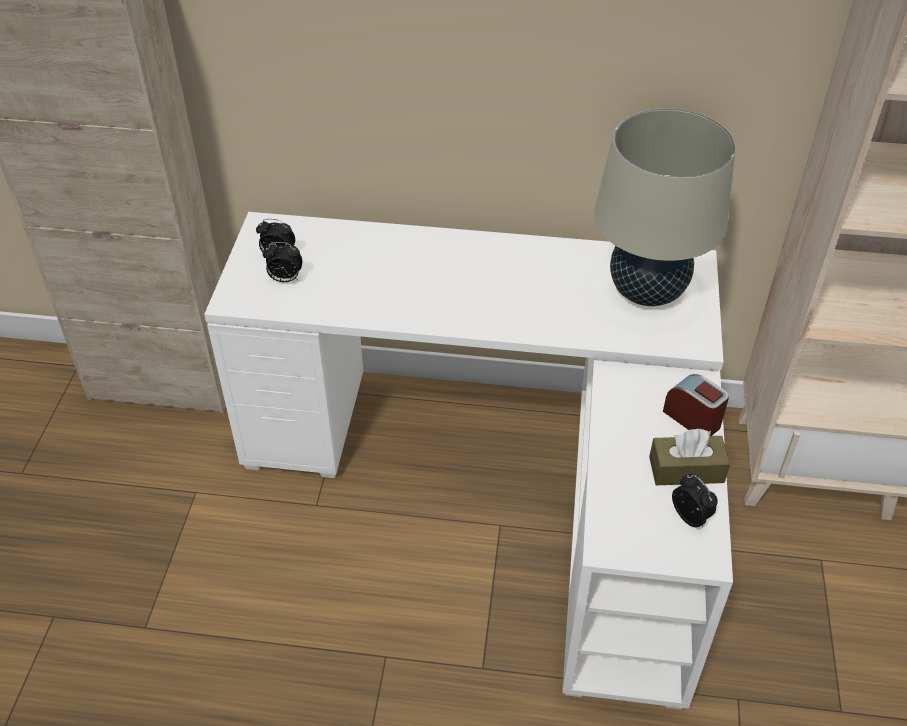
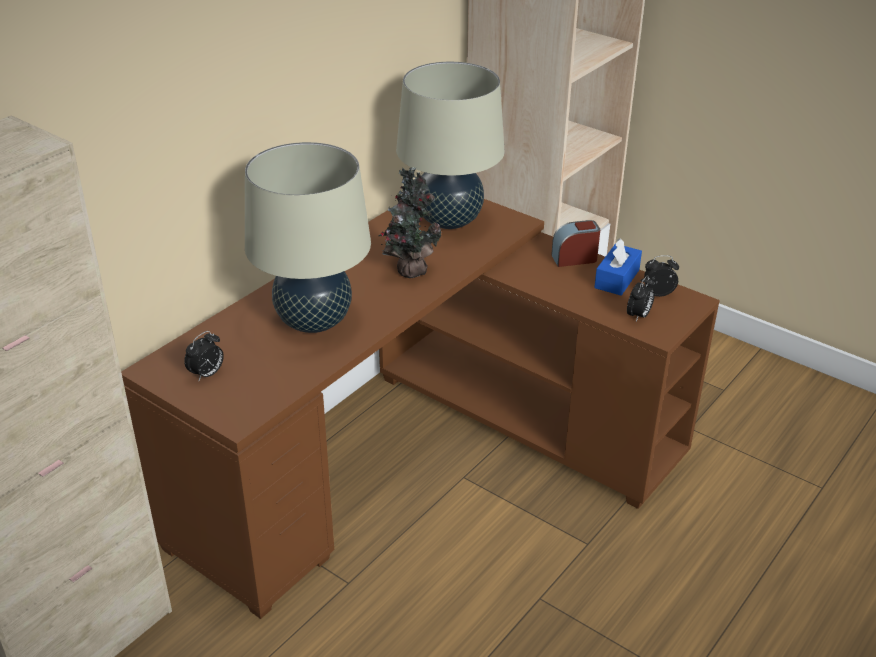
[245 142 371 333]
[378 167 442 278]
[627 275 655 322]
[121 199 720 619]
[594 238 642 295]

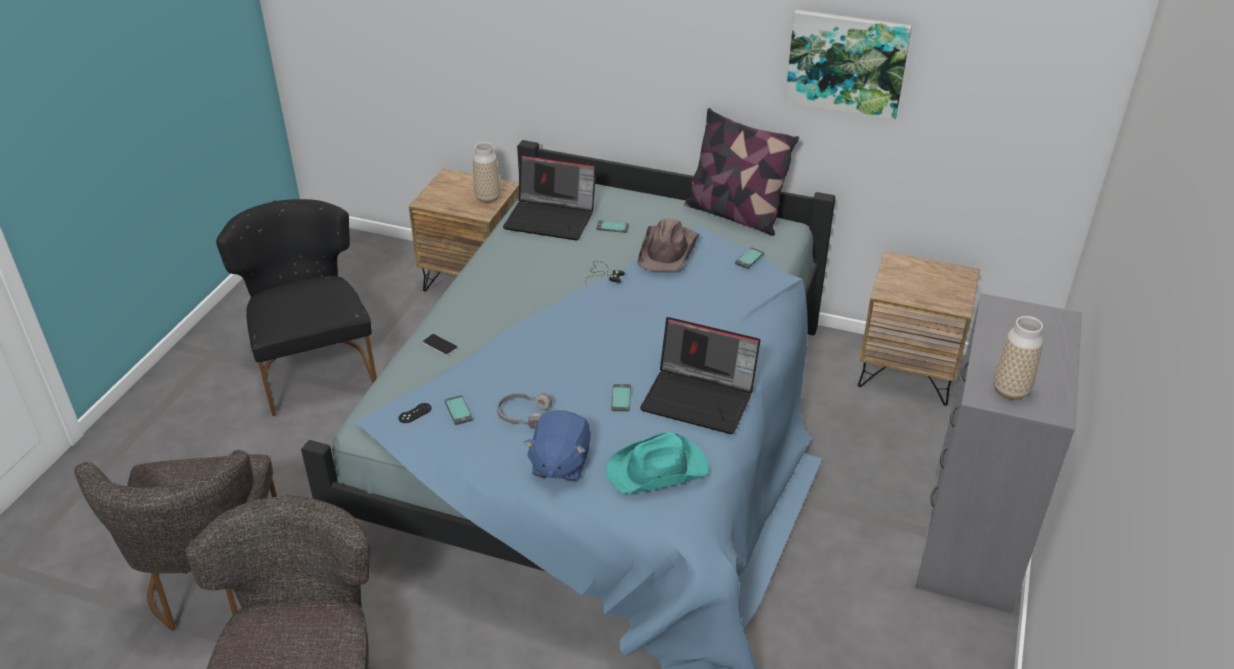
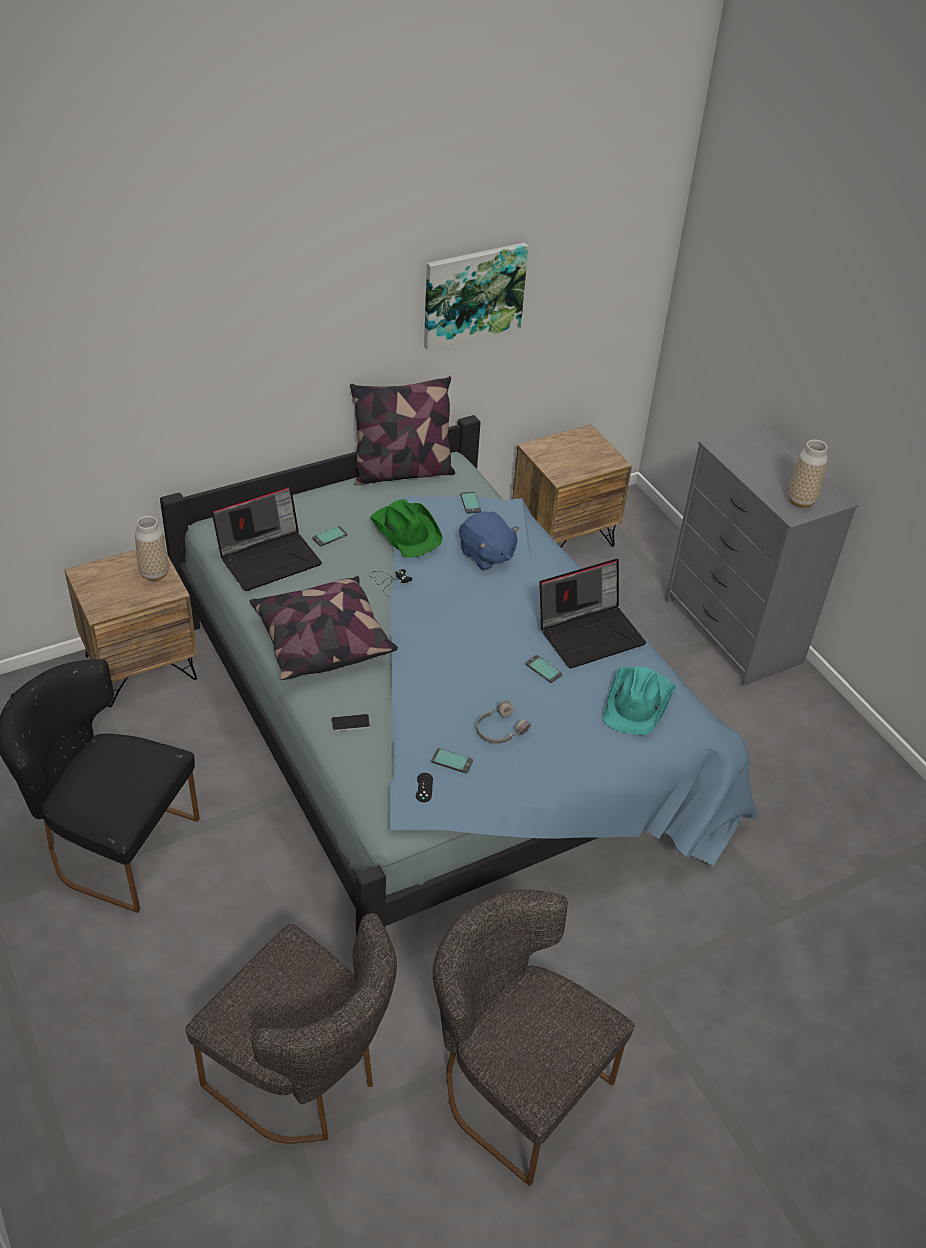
[249 576 398 680]
[459 512 520 570]
[370 499 443 558]

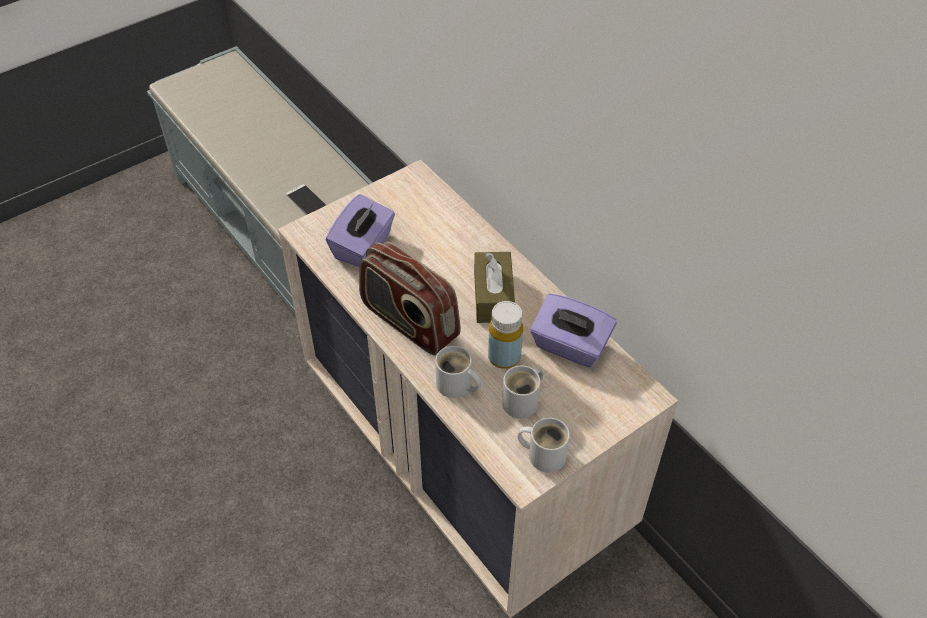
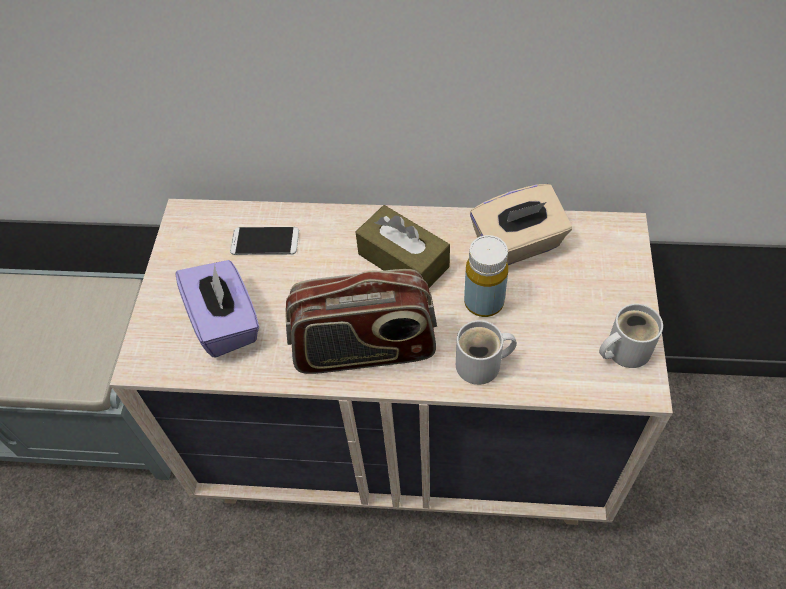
[502 366 543 419] (first image)
[230 227 299 255]
[470 184 572 265]

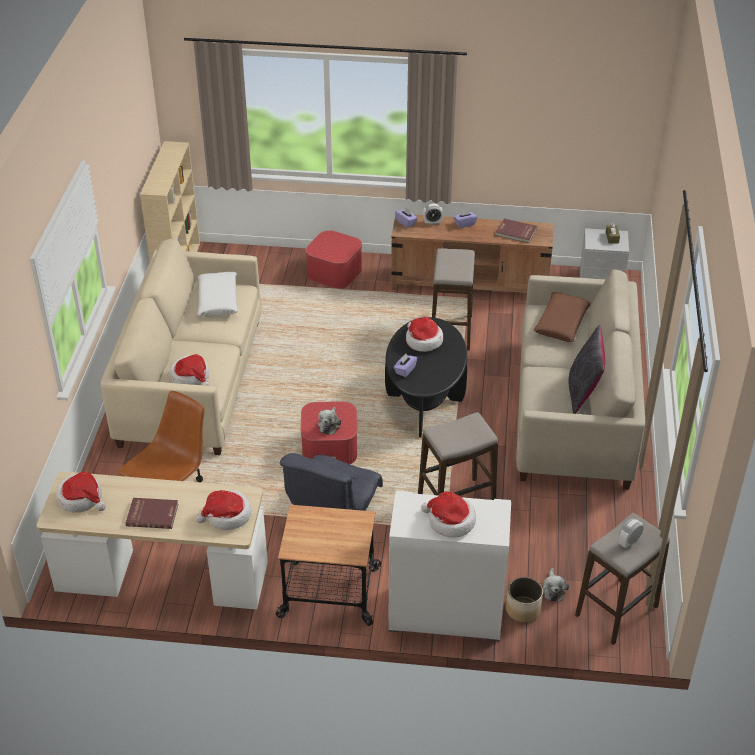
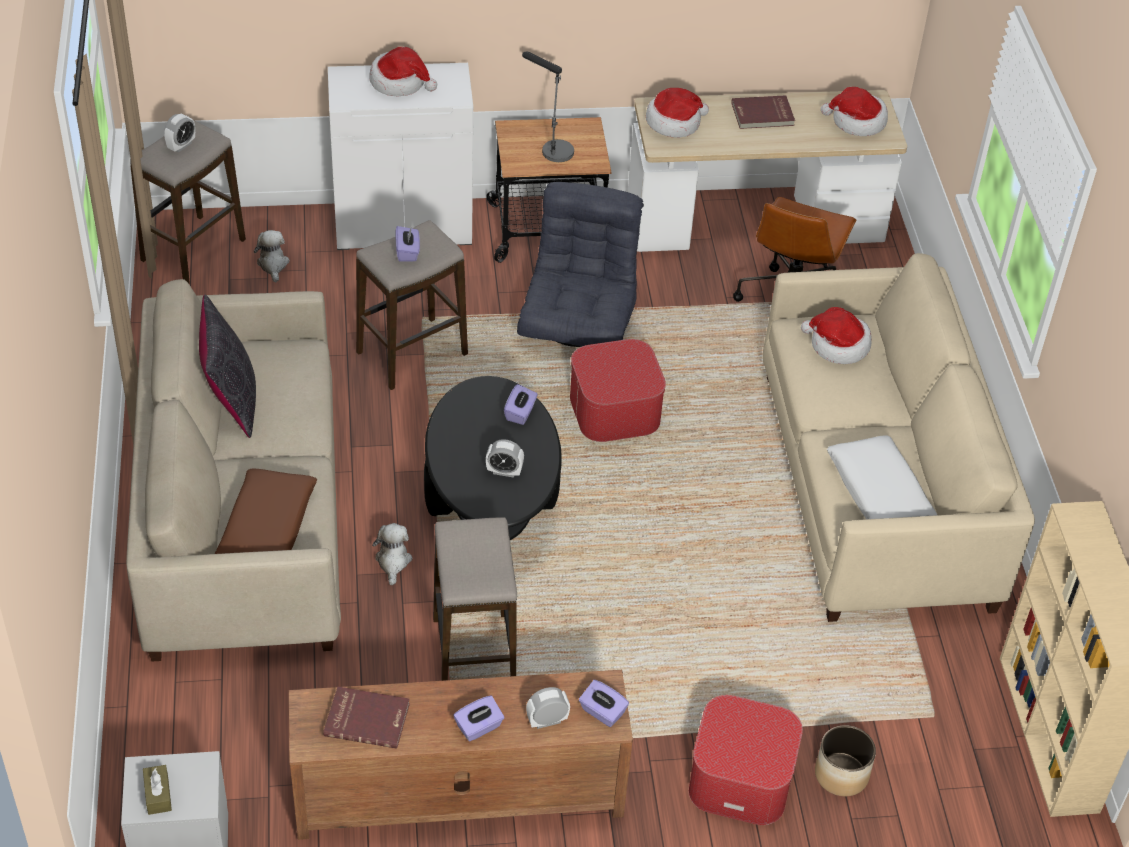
[396 226 420 262]
[522 52 574 162]
[372 523 412 586]
[815 725 876 796]
[486 439 524 478]

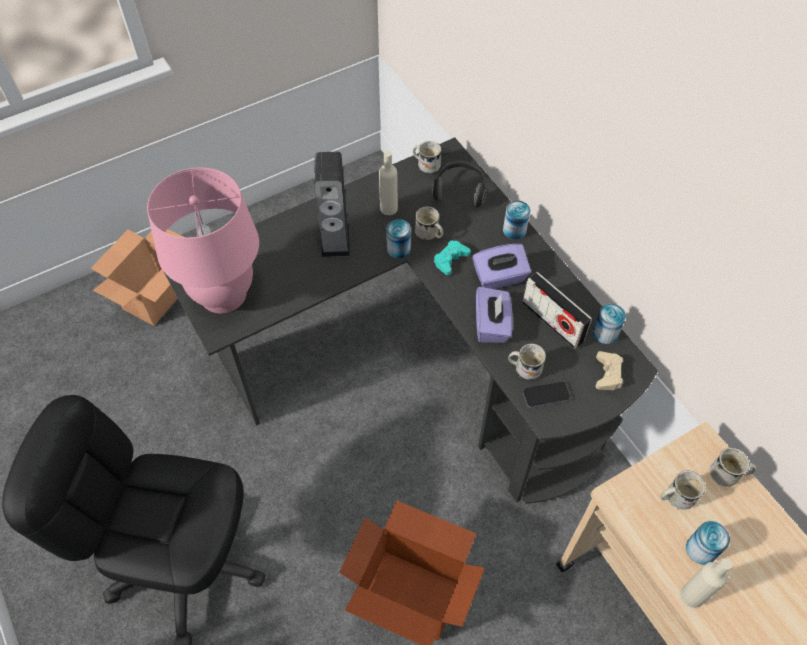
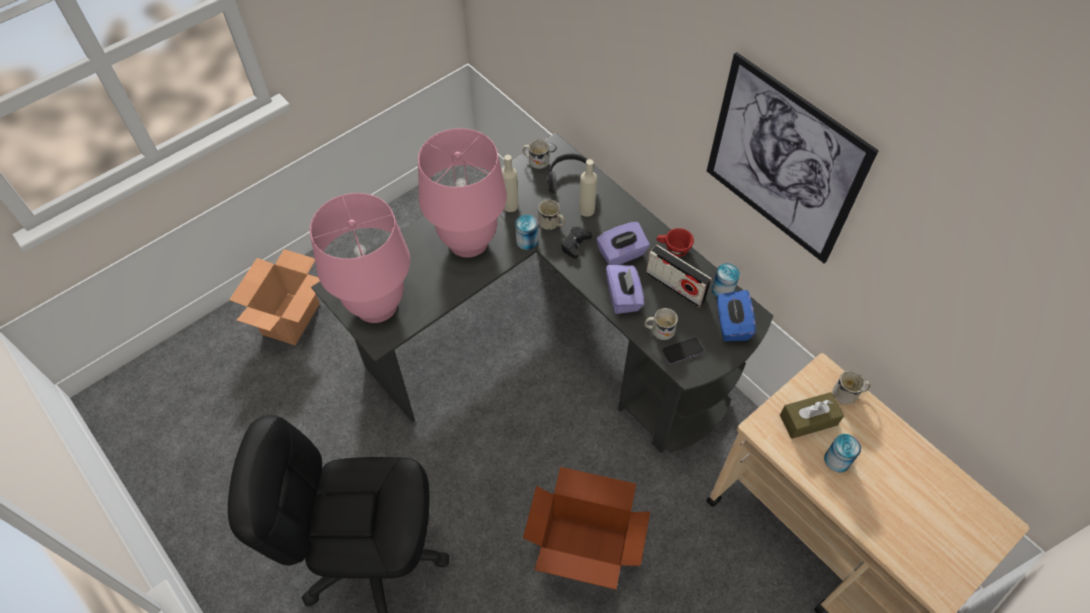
[503 201 530 240] (first image)
[657 228 694 257]
[707 52 879 264]
[579 159 597 217]
[418 128 507 257]
[717 290 756 341]
[780 392 844 439]
[561 227 592 259]

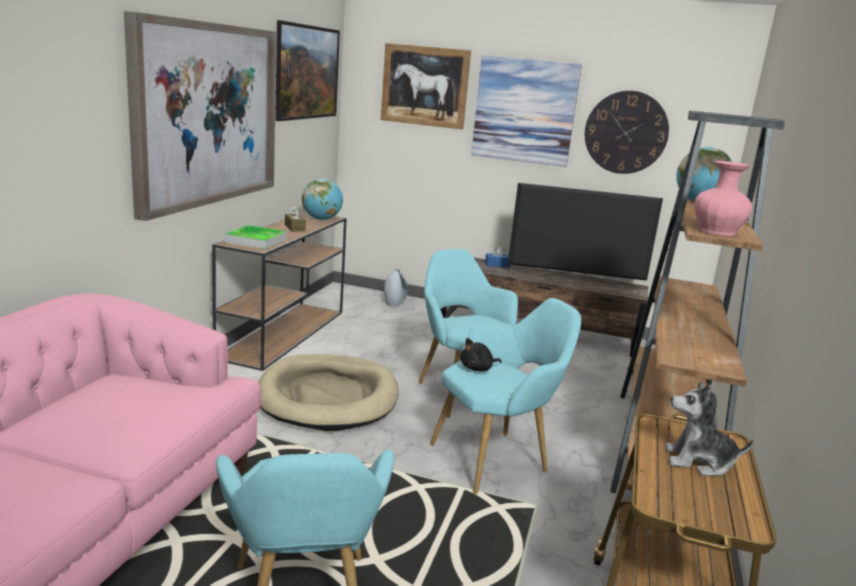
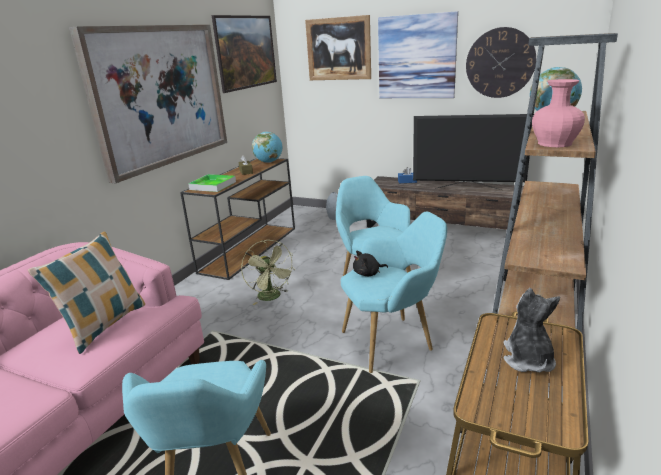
[28 232 145 354]
[241 240 295 305]
[503 288 560 372]

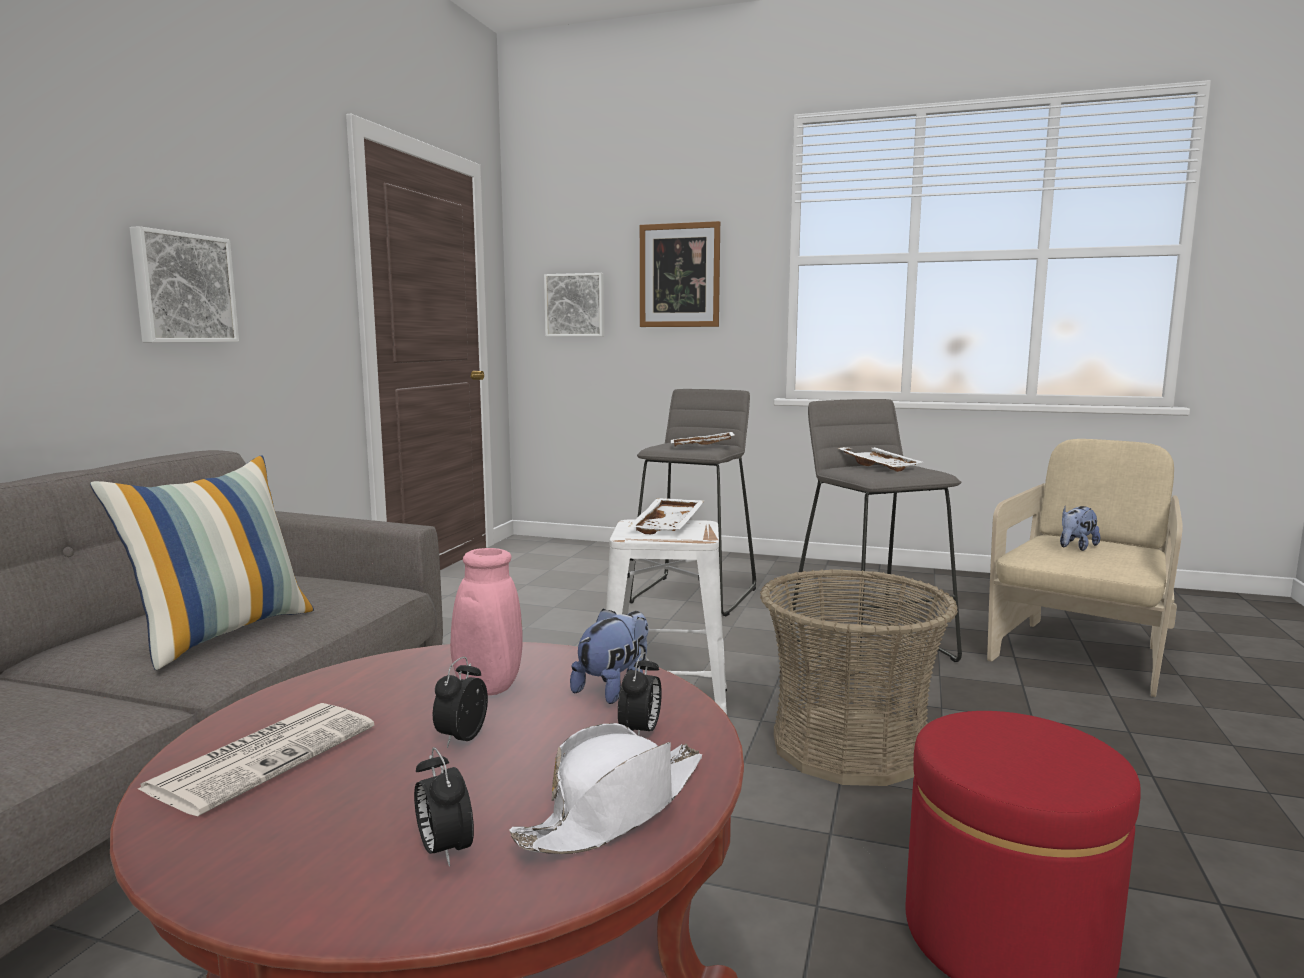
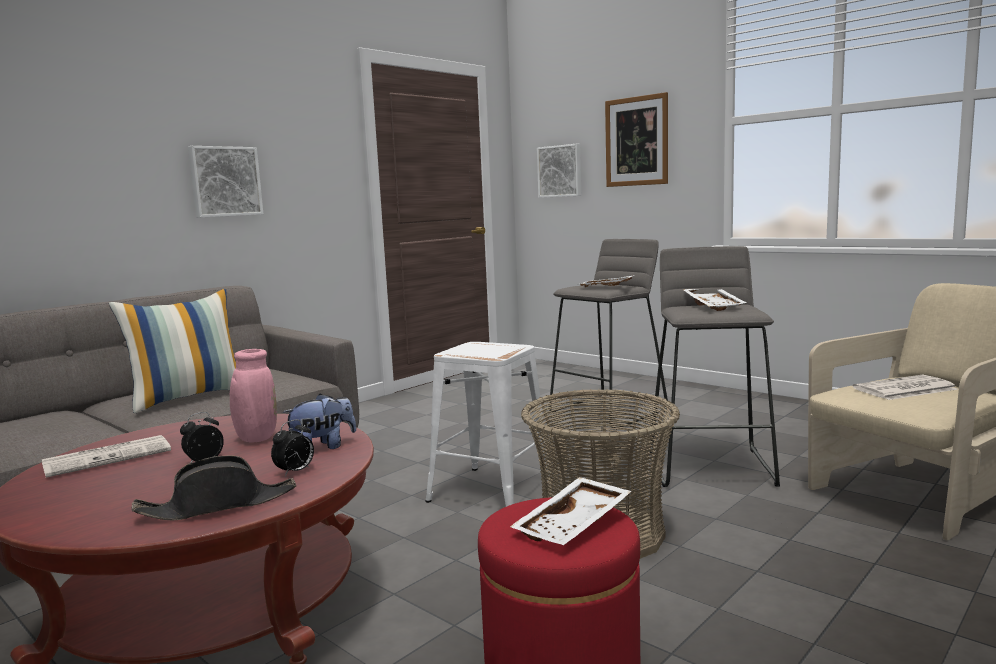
[414 747 474 867] (first image)
[510 477 632 545]
[853 375 958 400]
[131 455 296 521]

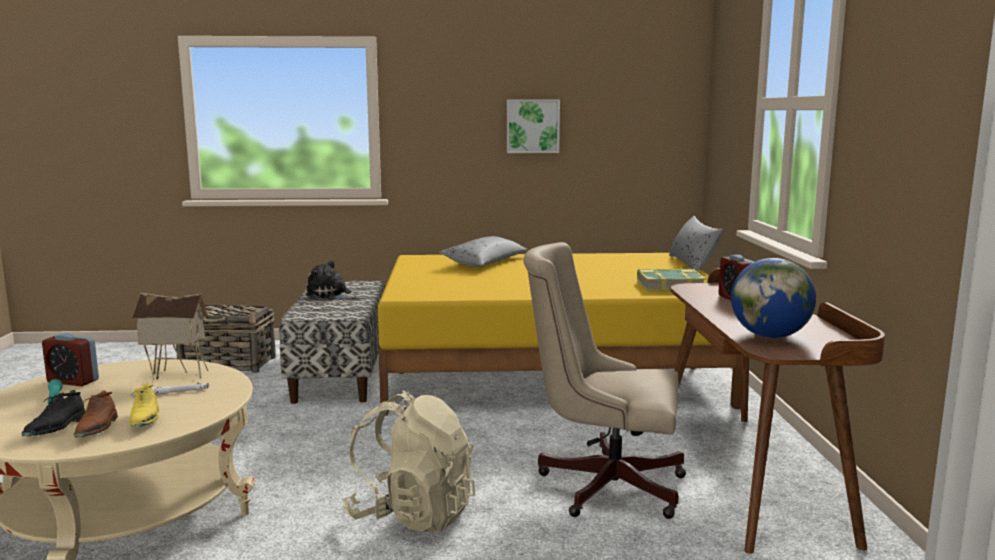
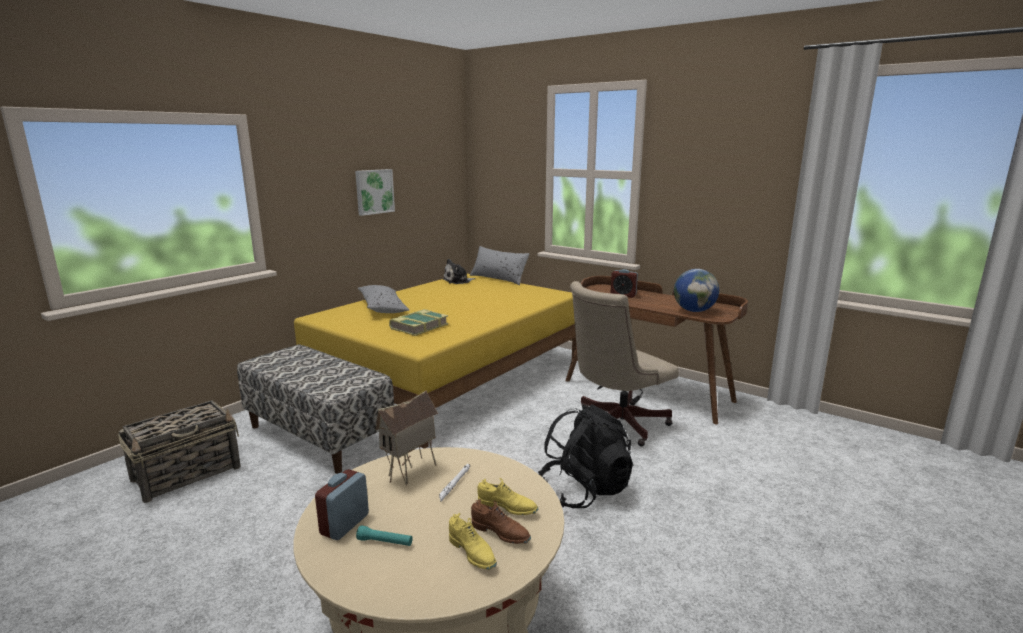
[443 259 475 284]
[389 309 448 336]
[449 513 497 570]
[538 405 633 508]
[315 469 369 540]

